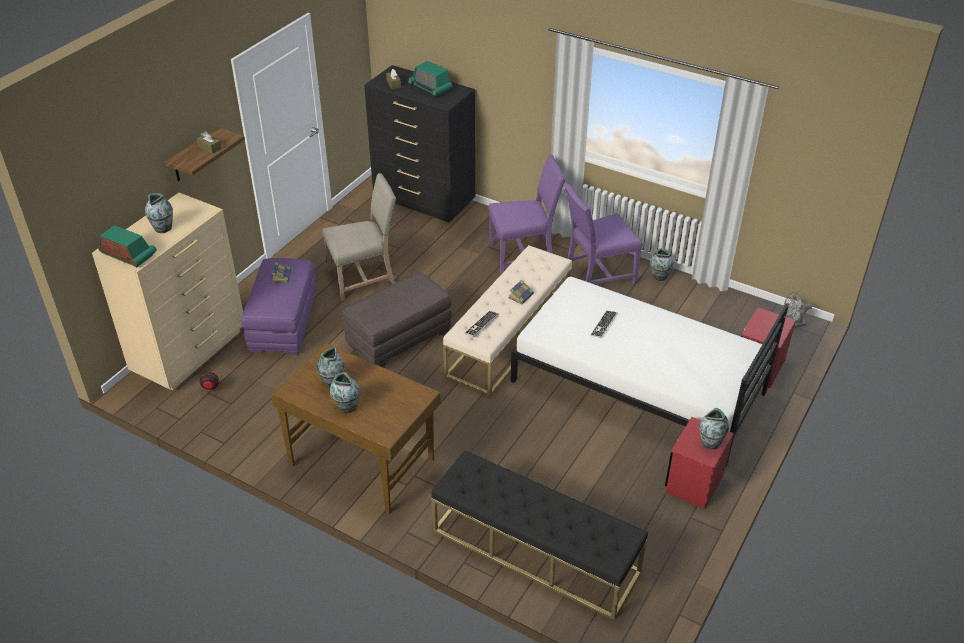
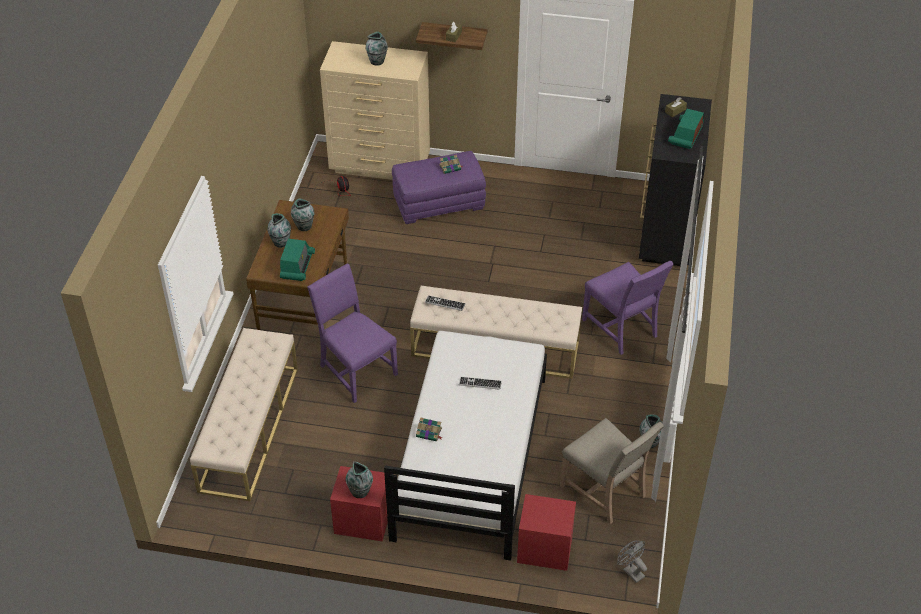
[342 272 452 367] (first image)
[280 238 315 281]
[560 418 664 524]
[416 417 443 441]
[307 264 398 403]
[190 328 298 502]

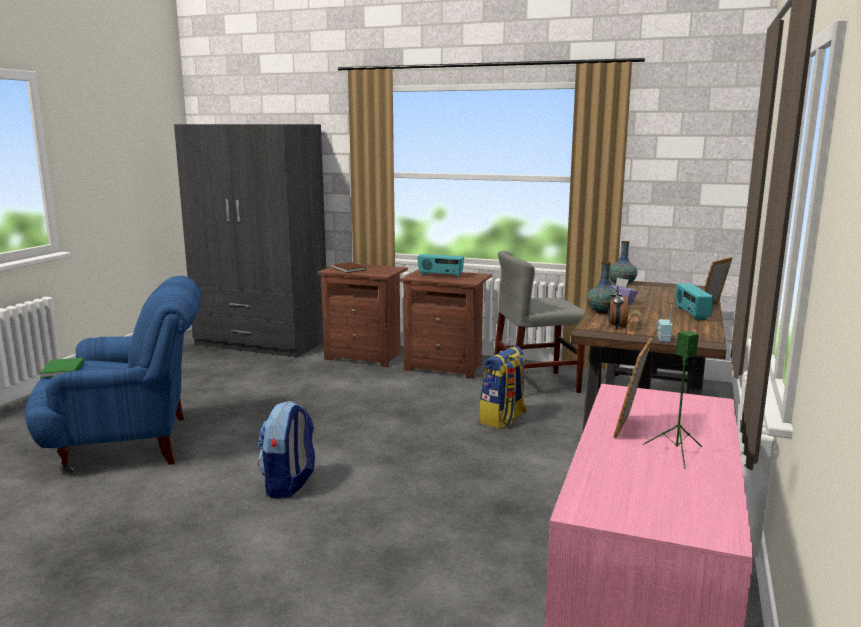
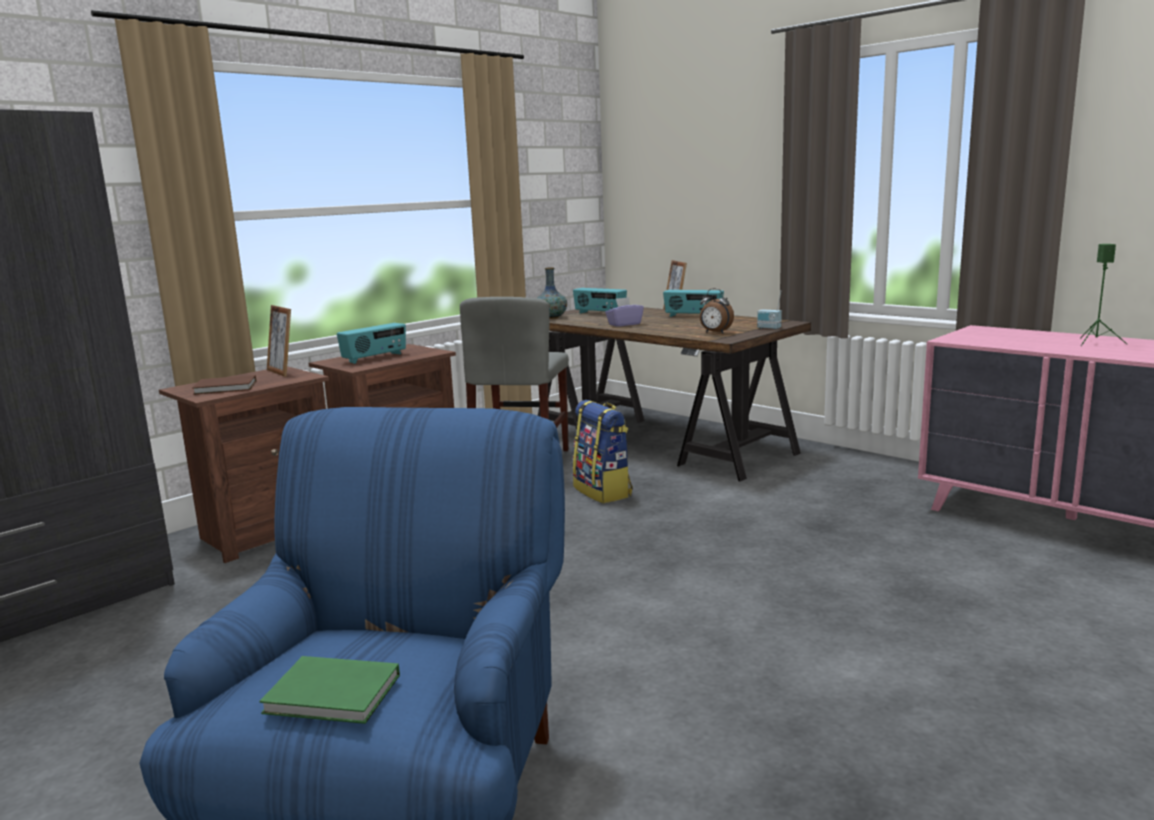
[258 401 315 498] (first image)
[587 261 618 314] (first image)
[573 288 627 313]
[267 305 291 377]

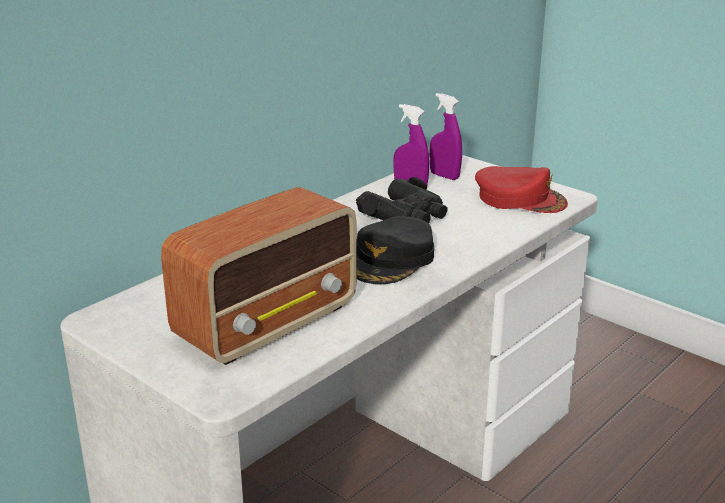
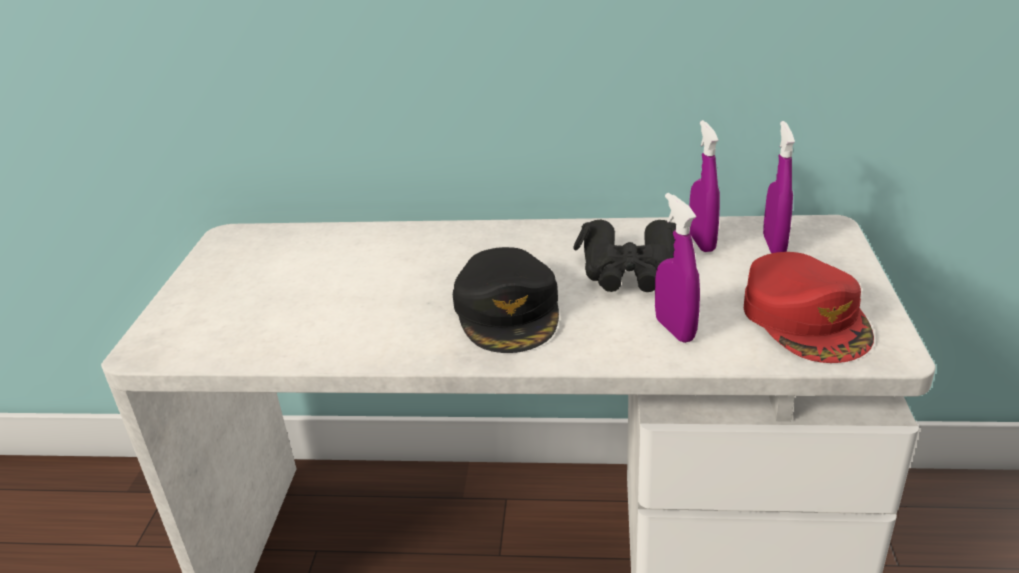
[161 187 357 365] (first image)
[655 193 700 343]
[453 247 559 353]

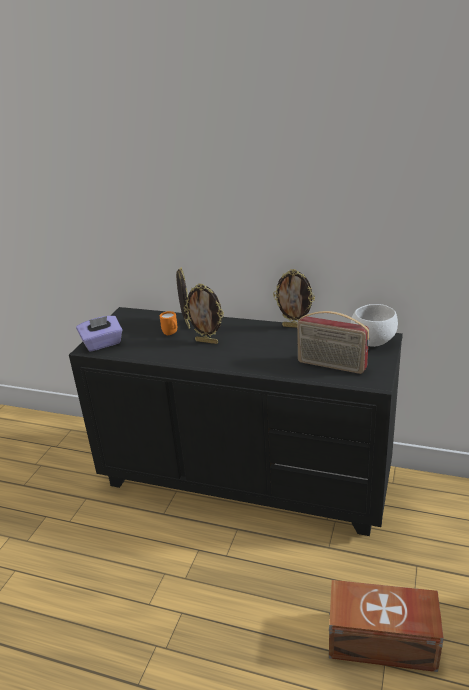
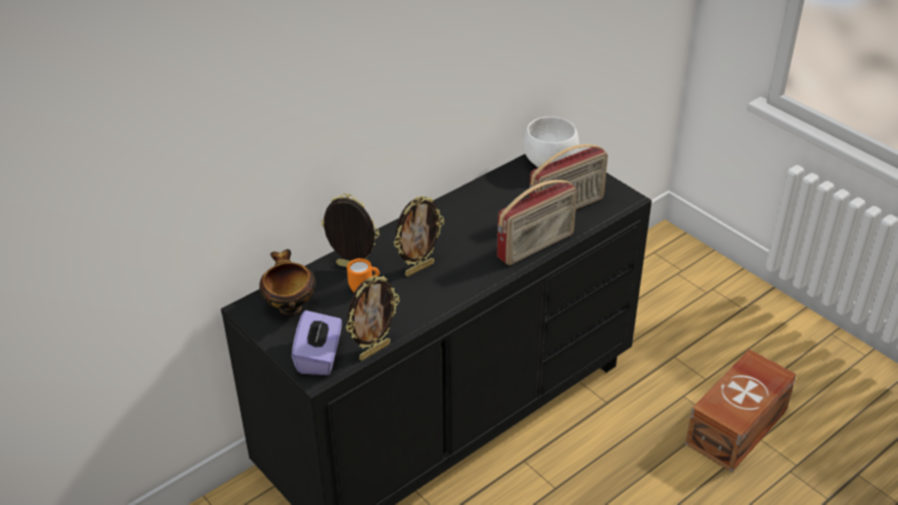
[259 249 316 315]
[497 180 577 265]
[346 276 400 361]

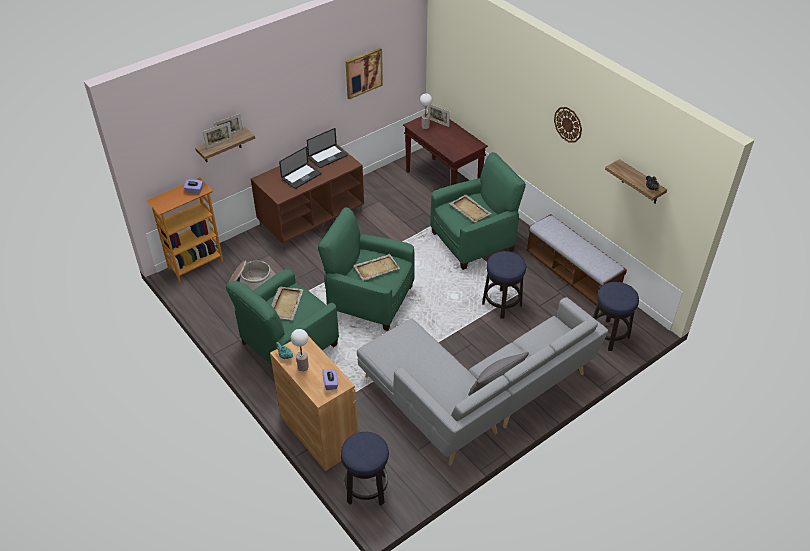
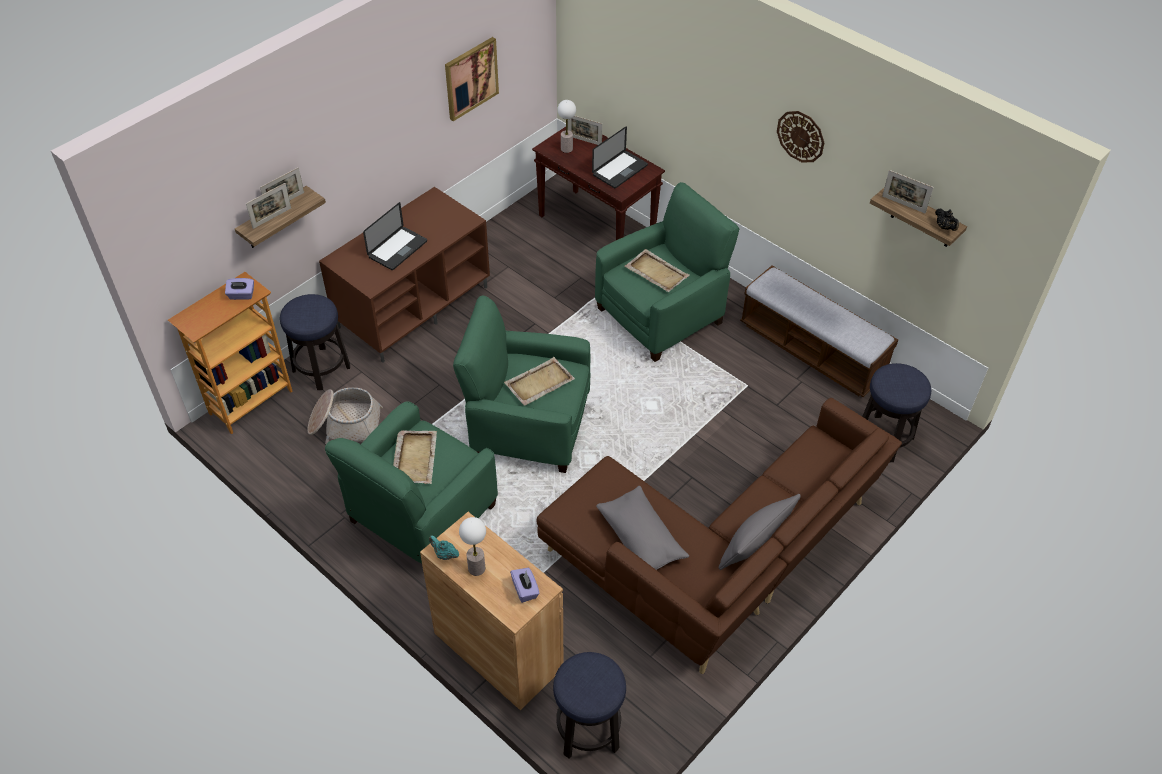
[596 486 689 570]
[882 170 934 214]
[592 126 648 188]
[280 294 350 390]
[536 398 902 674]

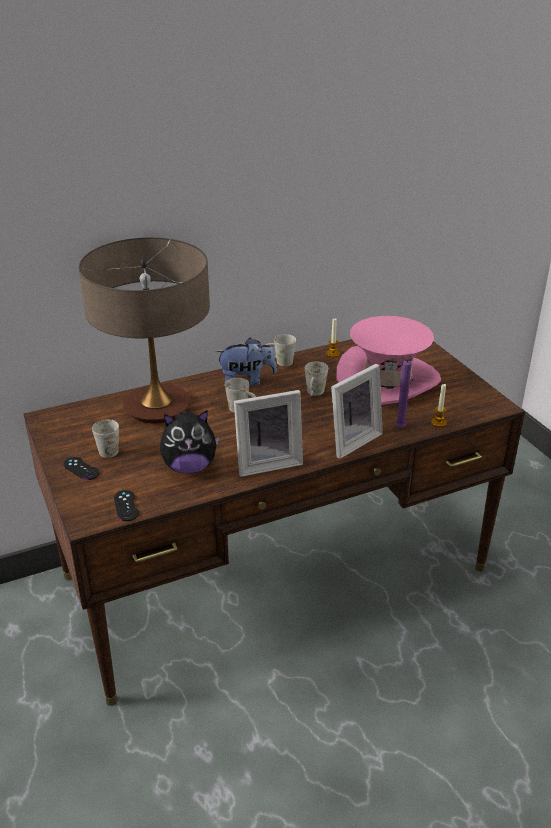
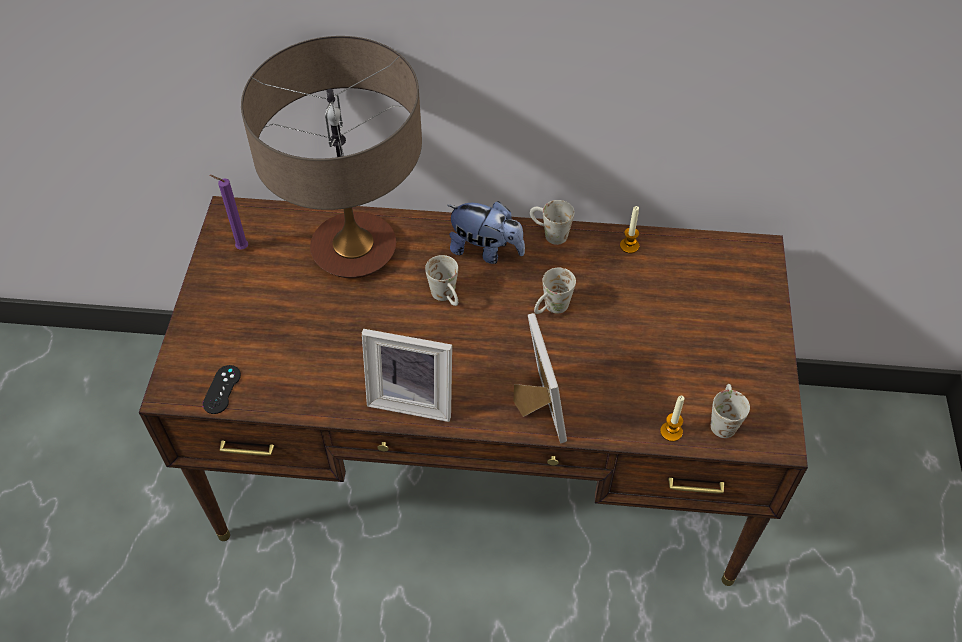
[63 457 99 480] (first image)
[160 410 219 474] (first image)
[336 316 441 405] (first image)
[711 384 750 438]
[210 175 248 250]
[514 313 567 444]

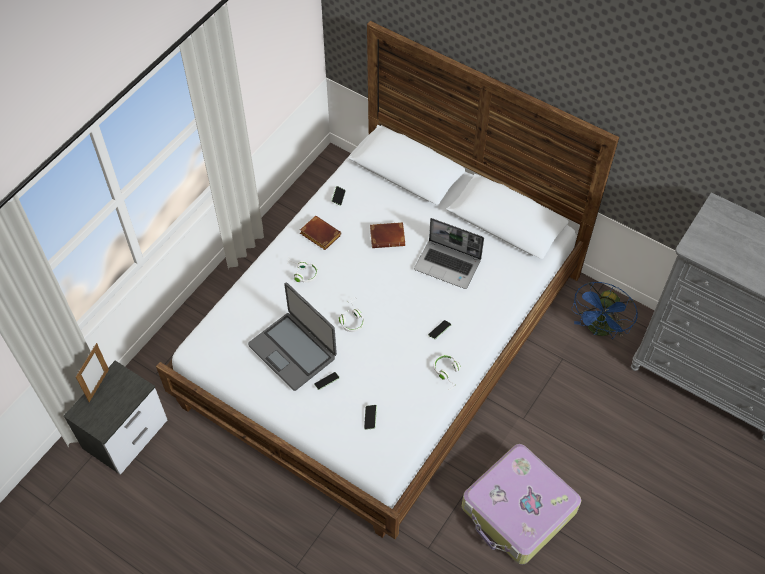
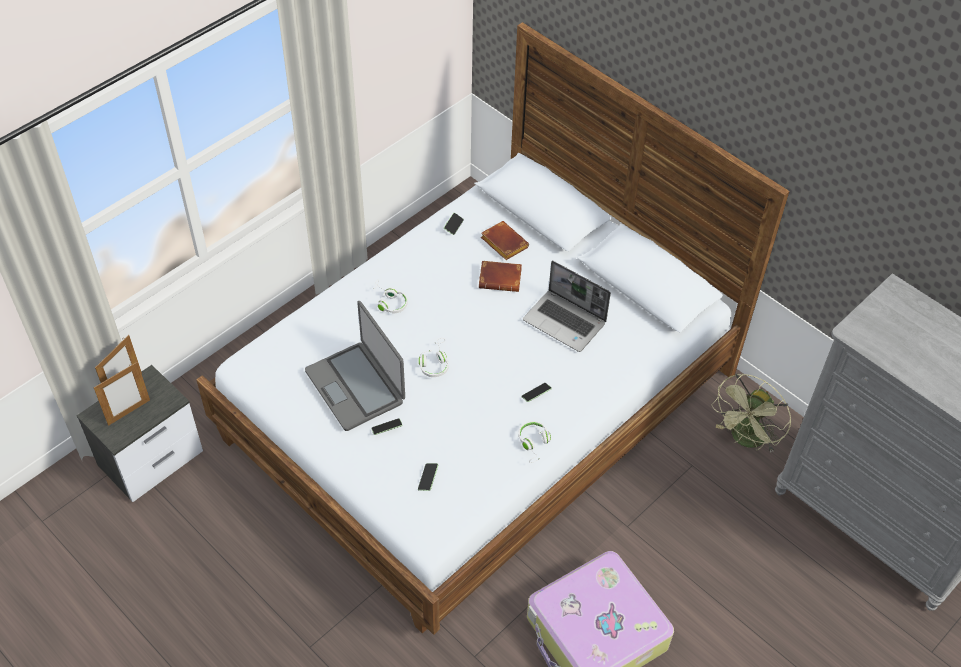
[94 362 150 426]
[481 221 529 260]
[711 374 791 452]

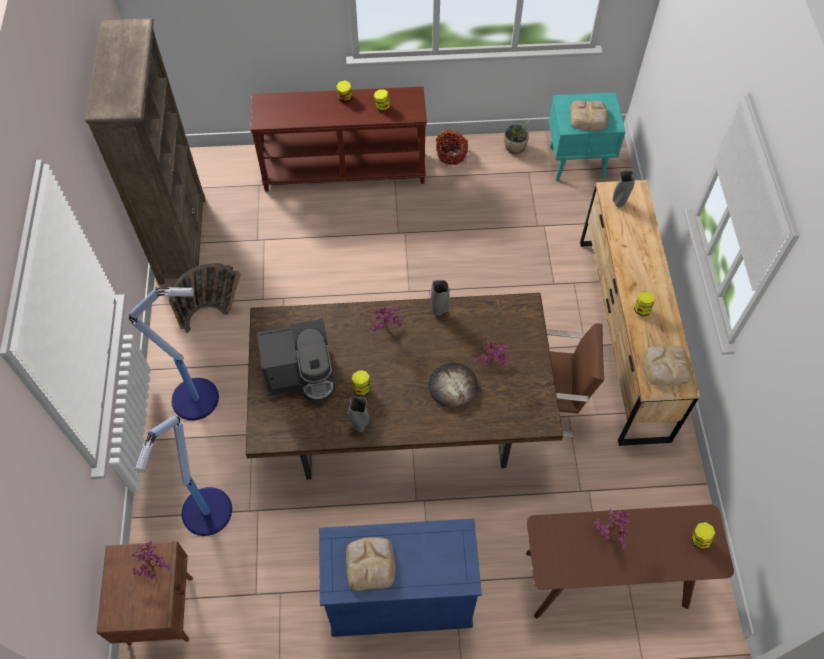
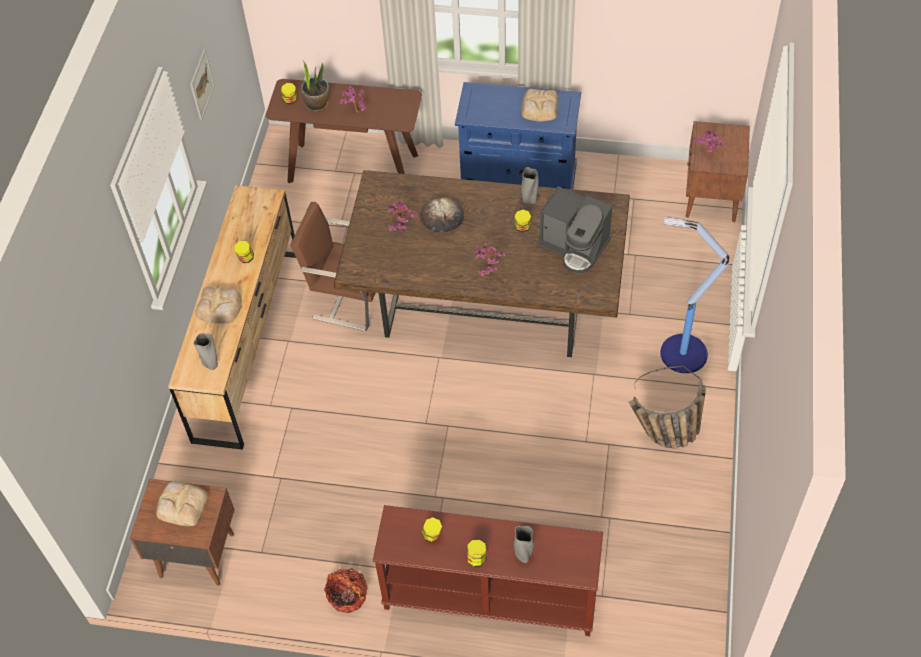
[85 18 205 284] (first image)
[135 416 232 536] (first image)
[190 50 215 120]
[513 526 534 563]
[301 61 329 112]
[195 287 242 323]
[130 479 235 586]
[537 186 612 274]

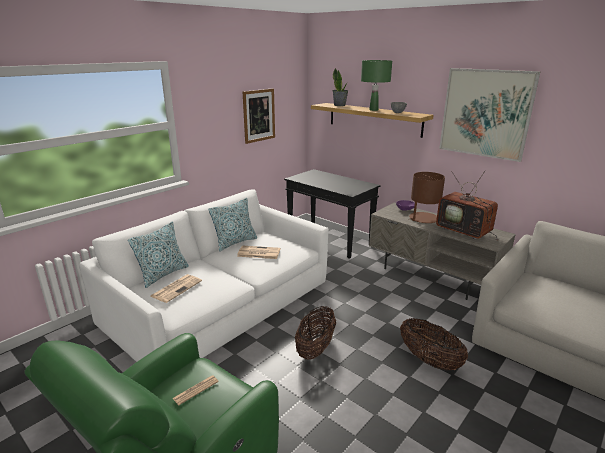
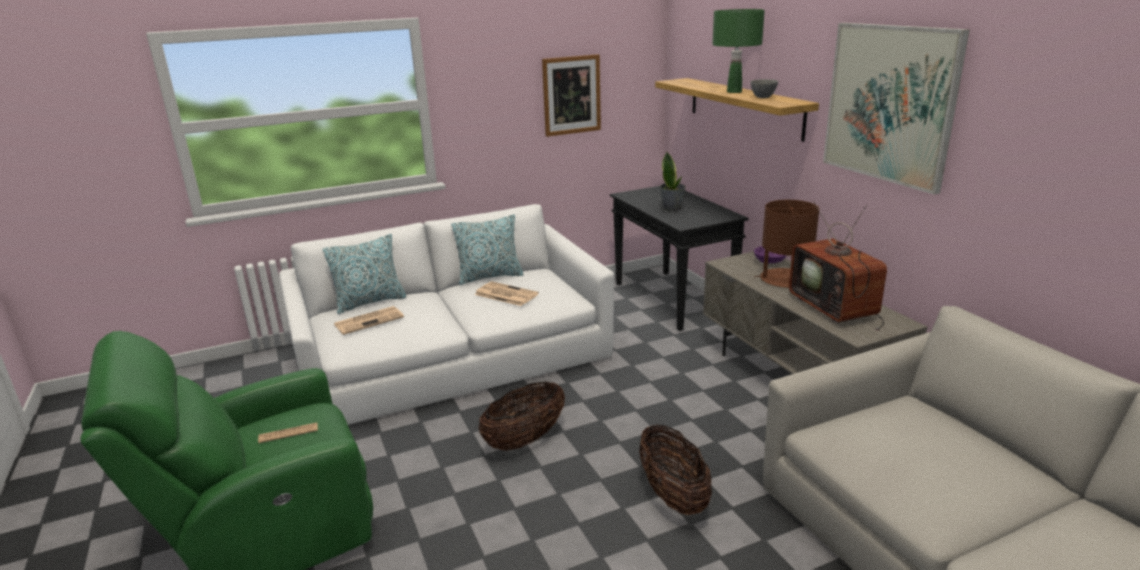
[660 152 686 211]

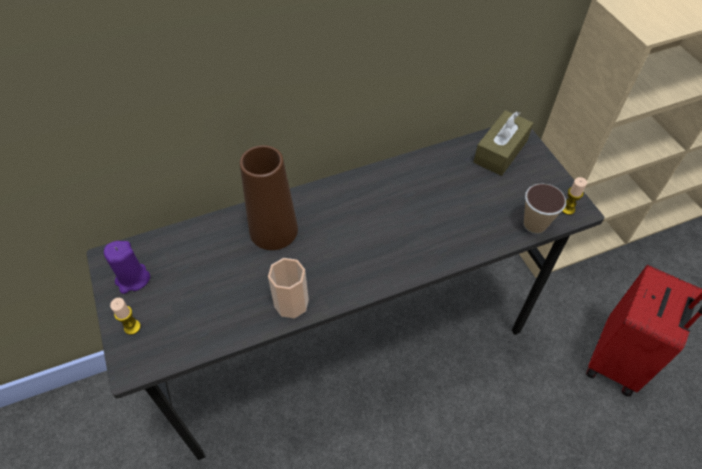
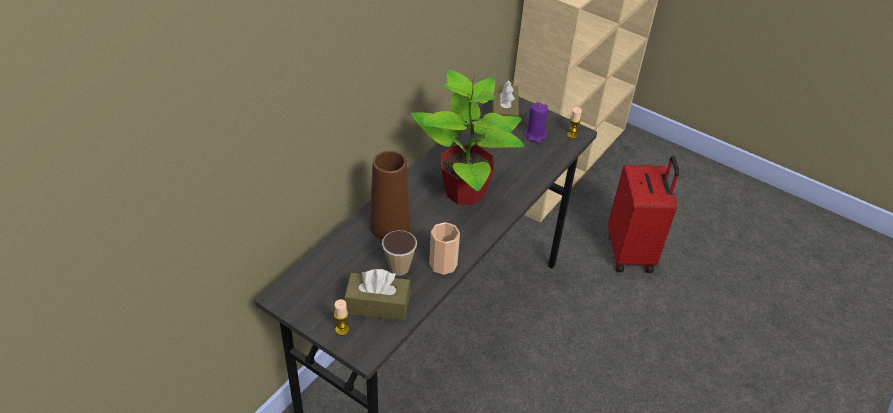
[344 269 410 321]
[411 69 525 205]
[524 102 548 143]
[382 230 417 276]

